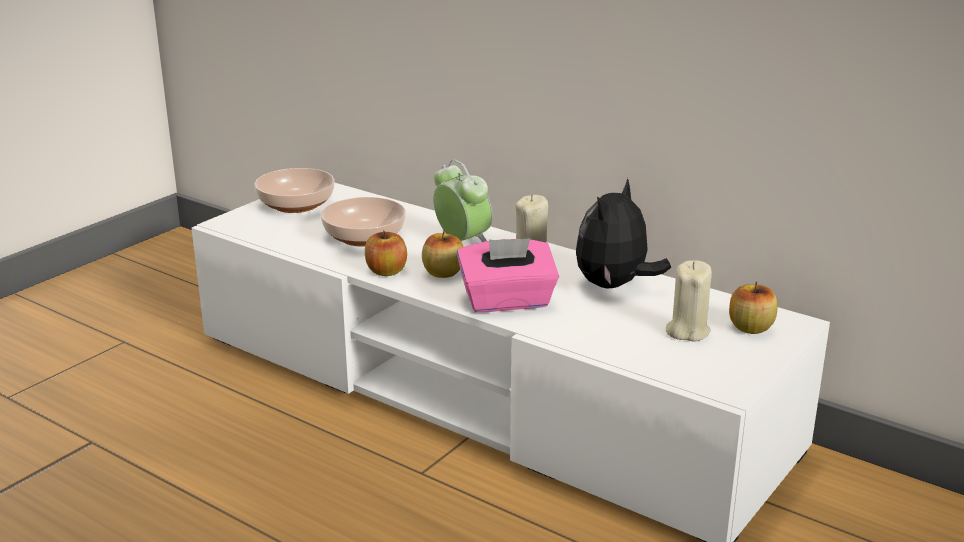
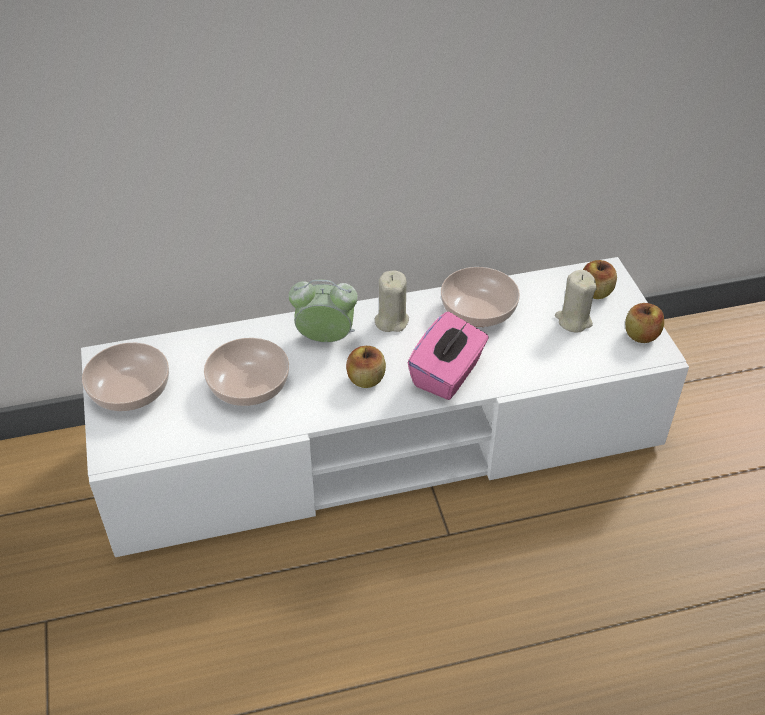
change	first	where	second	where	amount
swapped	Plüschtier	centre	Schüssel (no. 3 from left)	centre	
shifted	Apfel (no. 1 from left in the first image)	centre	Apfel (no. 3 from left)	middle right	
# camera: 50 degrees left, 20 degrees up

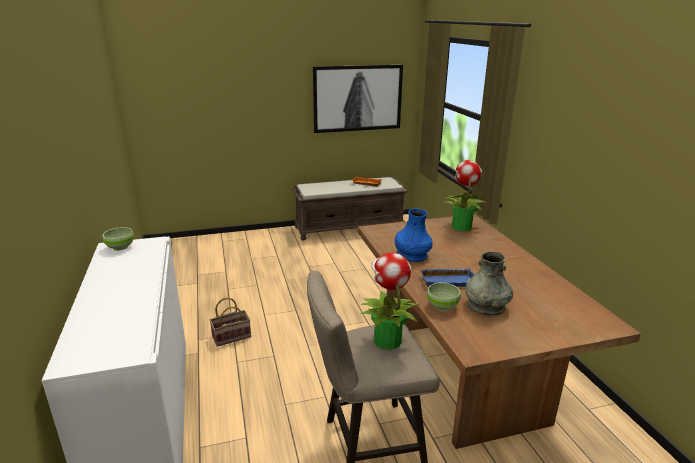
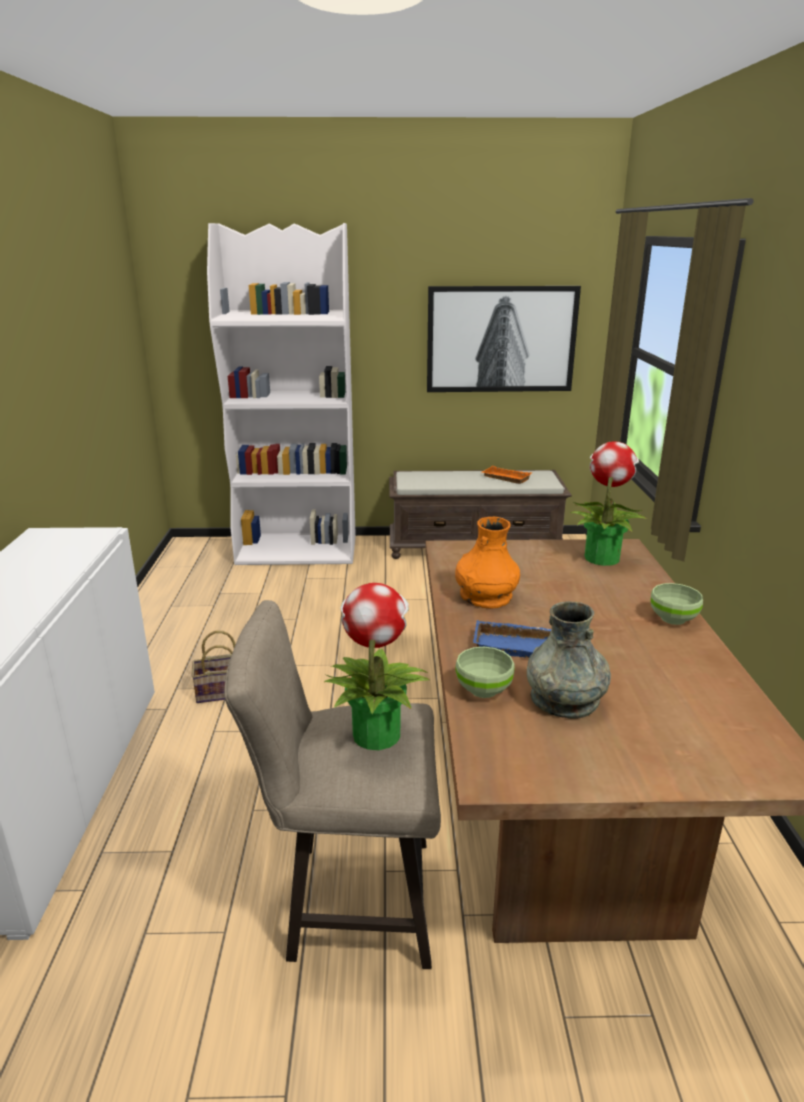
change	first	where	second	where	amount
repainted	Vase (blau)	centre	Vase (orange)	centre	
shifted	Schüssel (grün) (no. 1 from left in the first image)	middle left	Schüssel (grün) (no. 2 from left)	middle right	
new			Bücherregal (weiß)	centre	
# camera: 15 degrees right, 0 degrees up

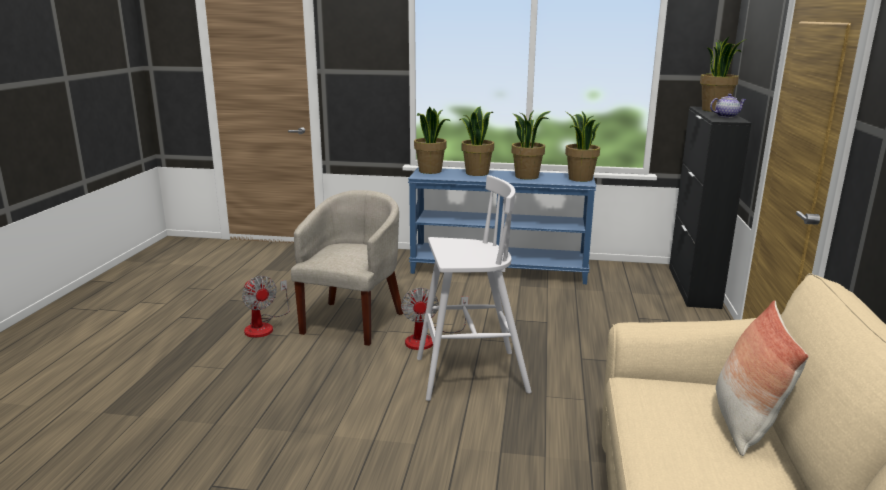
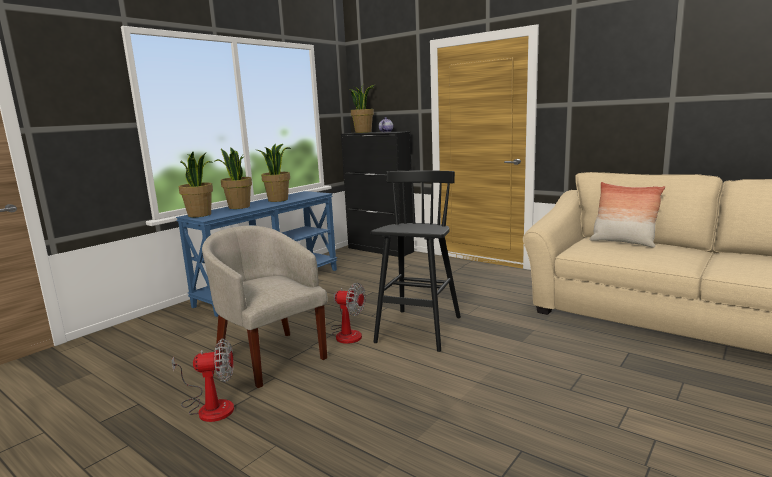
change	first	where	second	where	amount
gone	Topfpflanze (no. 4 from left)	top centre			
repainted	Hocker (weiß)	centre	Hocker (schwarz)	centre	
# camera: 60 degrees left, 5 degrees down

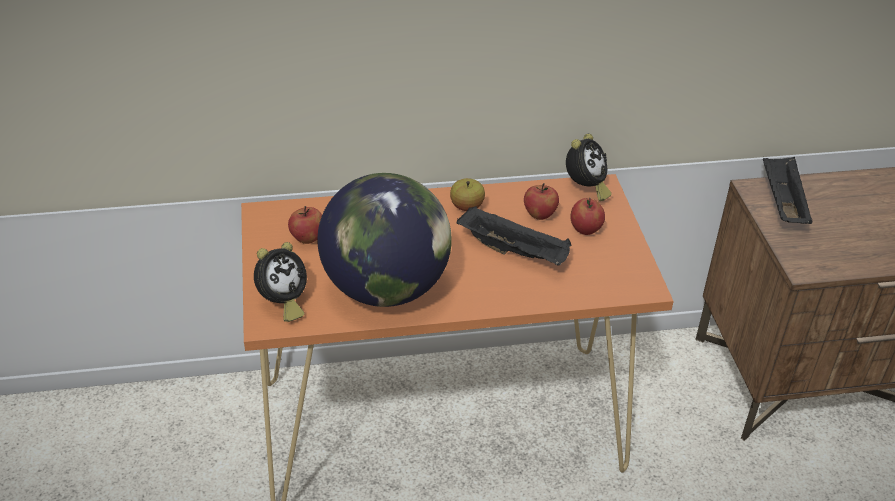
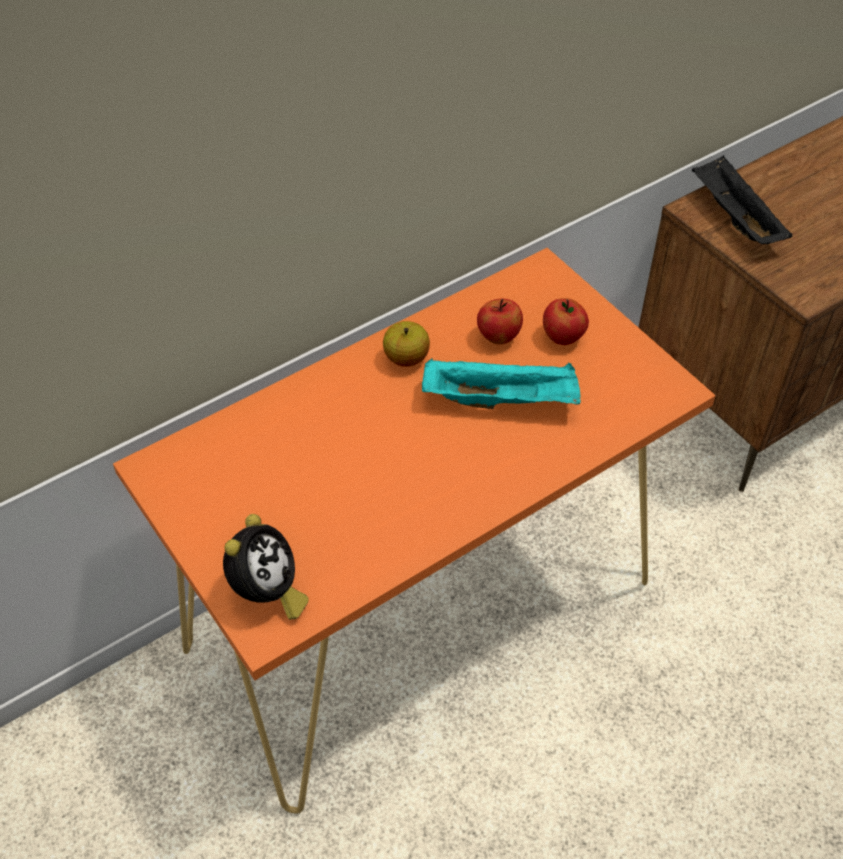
change	first	where	second	where	amount
gone	Wecker (no. 2 from left)	centre			
gone	Globus	centre			
gone	Apfel (no. 1 from left)	centre			
repainted	Tablett (schwarz) (no. 1 from left)	centre	Tablett (türkis)	centre	
# camera: 25 degrees left, 10 degrees up

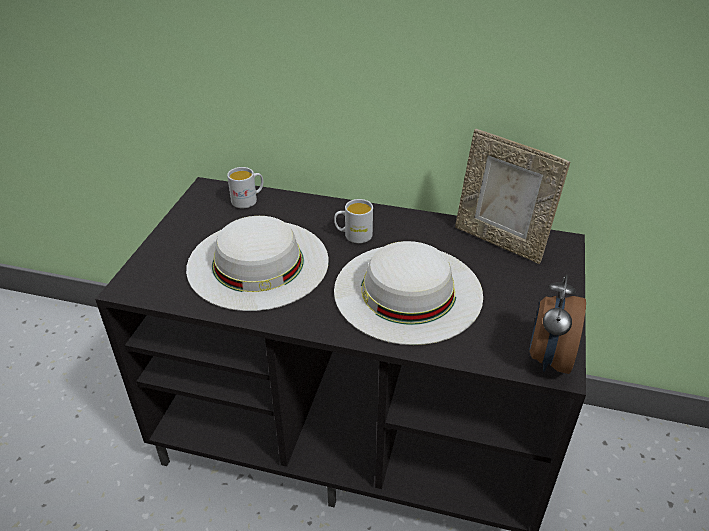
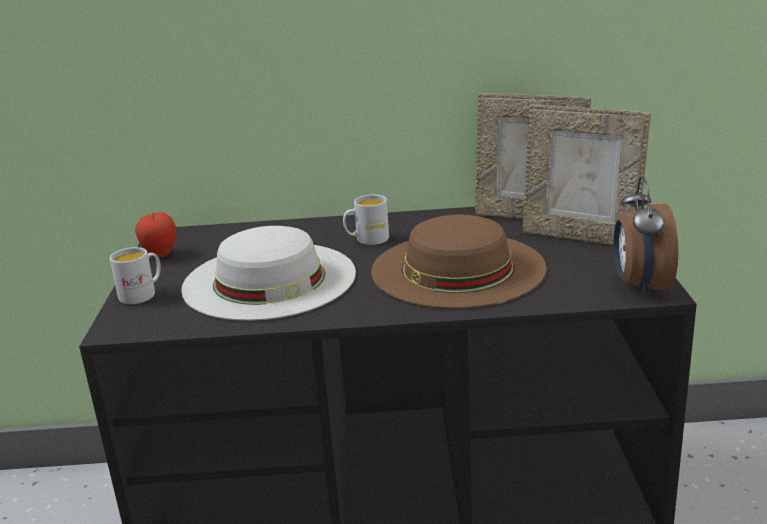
change	first	where	second	where	amount
shifted	Henkelbecher (weiß) (no. 1 from left)	centre		middle left	
repainted	Hut (weiß) (no. 2 from left)	centre	Hut (braun)	centre	
new			Bilderrahmen (no. 2 from left)	top right	
new			Apfel	middle left	
# camera: 15 degrees left, 15 degrees down

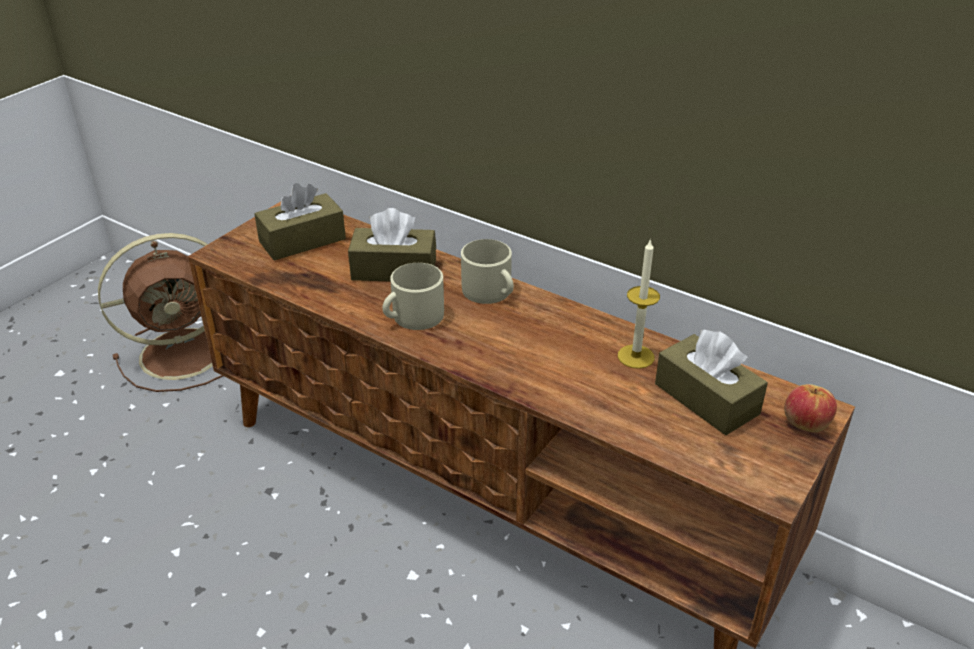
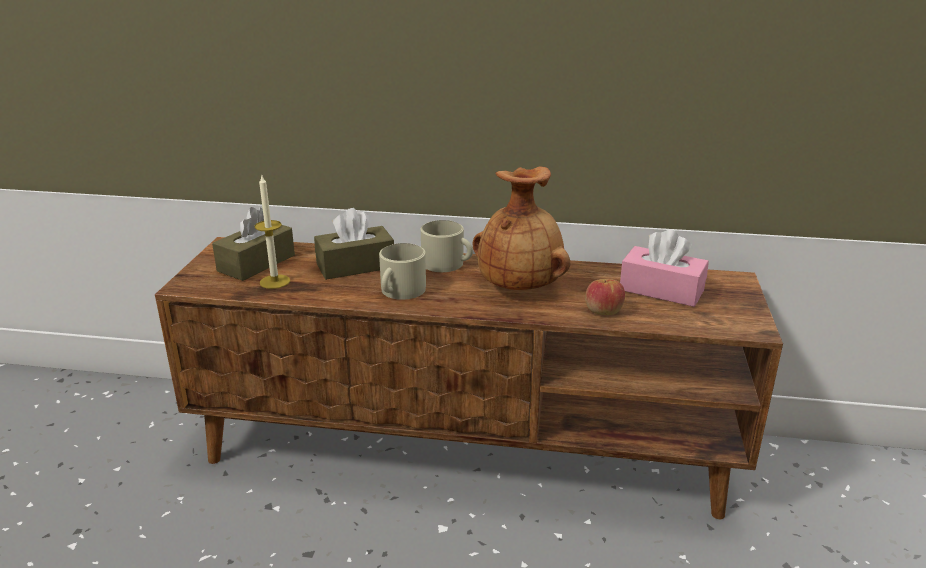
change	first	where	second	where	amount
gone	Ventilator (braun)	middle left			
shifted	Kerze	centre		middle left	
repainted	Taschentuchbox (braun) (no. 3 from left)	middle right	Taschentuchbox (rosa)	middle right	
shifted	Apfel	middle right		centre	
new			Vase (braun)	centre	
# camera: 25 degrees left, 10 degrees down

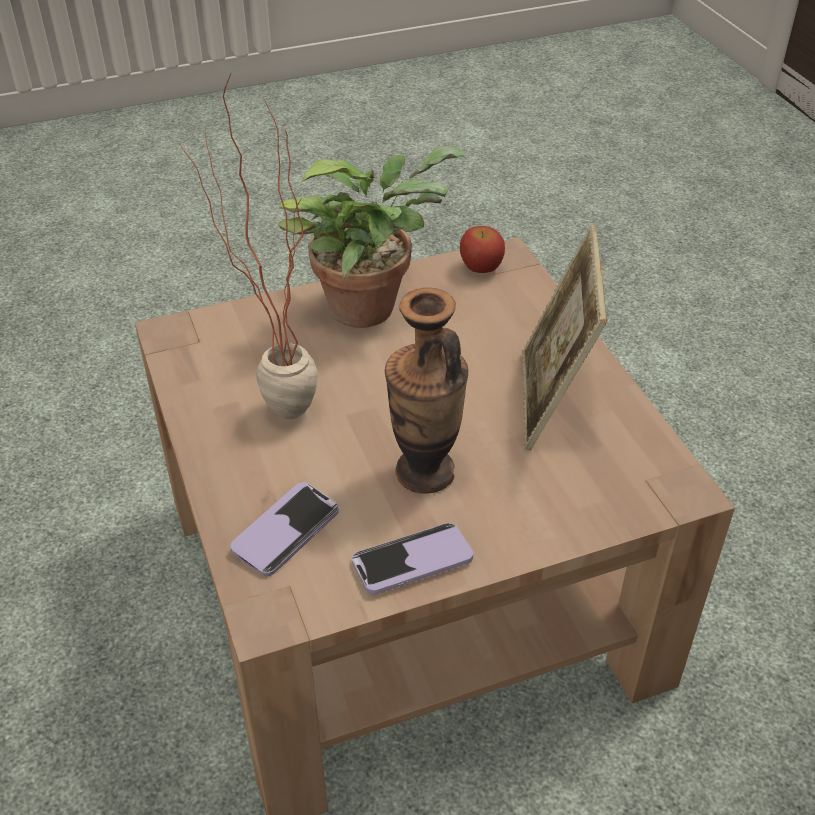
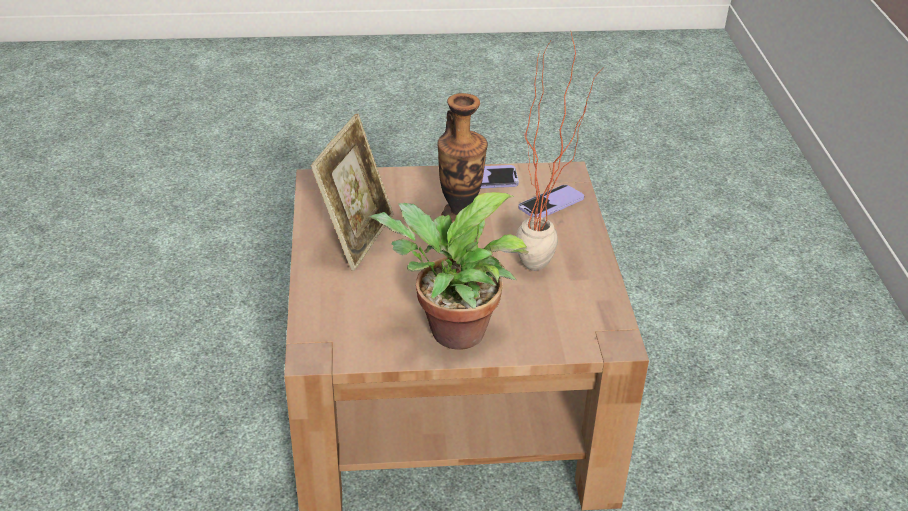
change	first	where	second	where	amount
gone	Apfel	top centre			
# camera: 165 degrees left, 5 degrees down

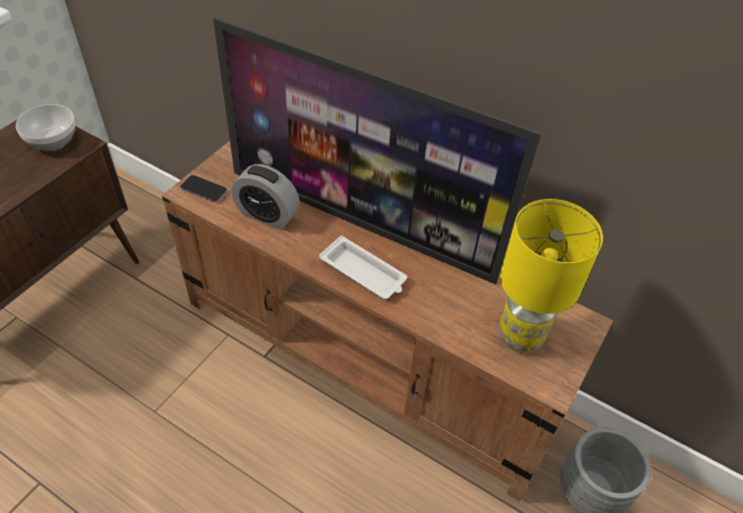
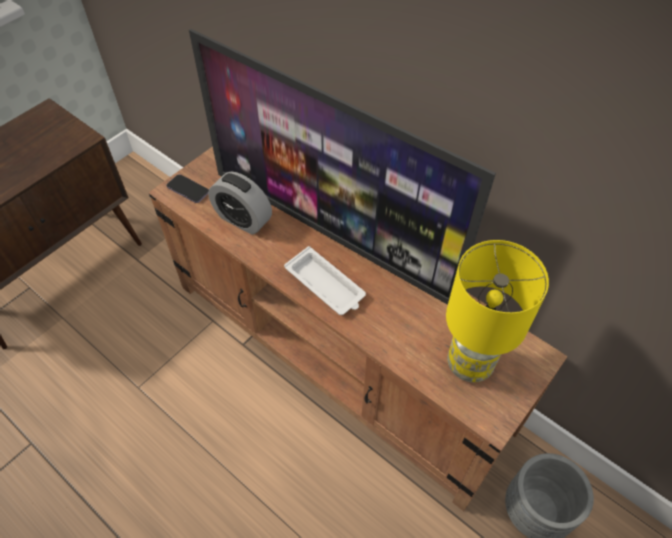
change	first	where	second	where	amount
gone	Schüssel	top left			
# camera: 10 degrees right, 5 degrees up

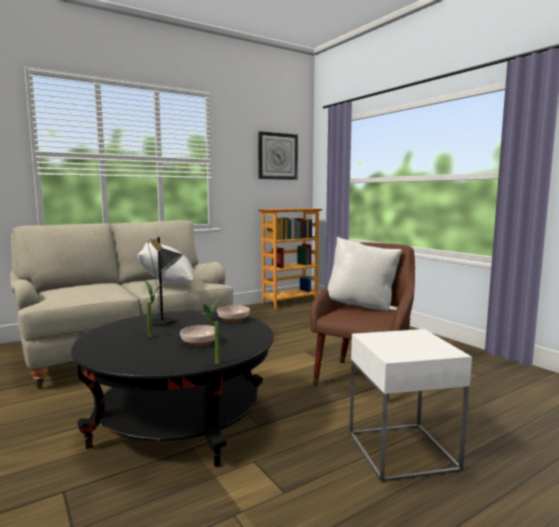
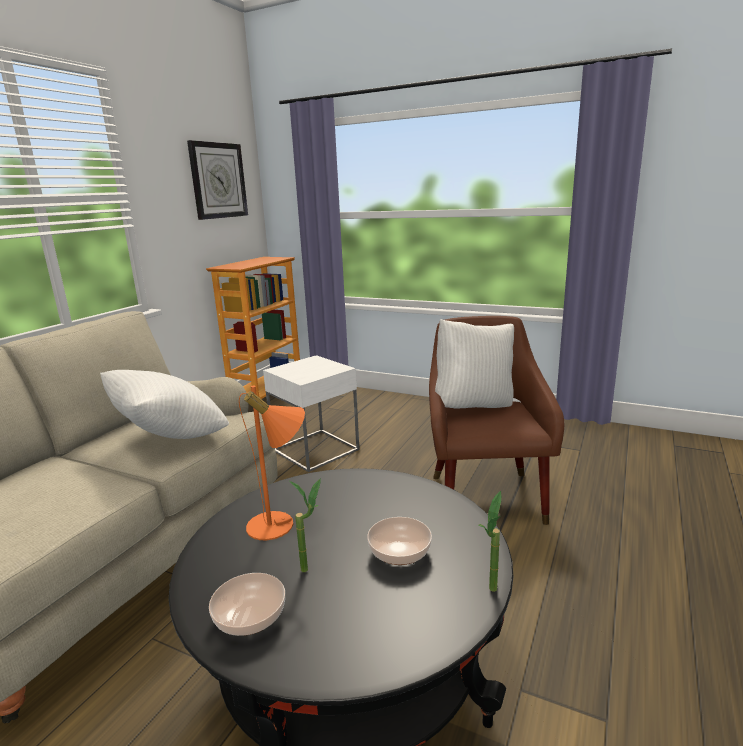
change	first	where	second	where	amount
repainted	Tischlampe (schwarz)	middle left	Tischlampe (orange)	centre	
shifted	Schüssel (no. 2 from left in the first image)	centre	Schüssel (no. 1 from left)	bottom left	
shifted	Beistelltisch (weiß)	bottom right		centre	
# camera: 30 degrees left, 10 degrees up

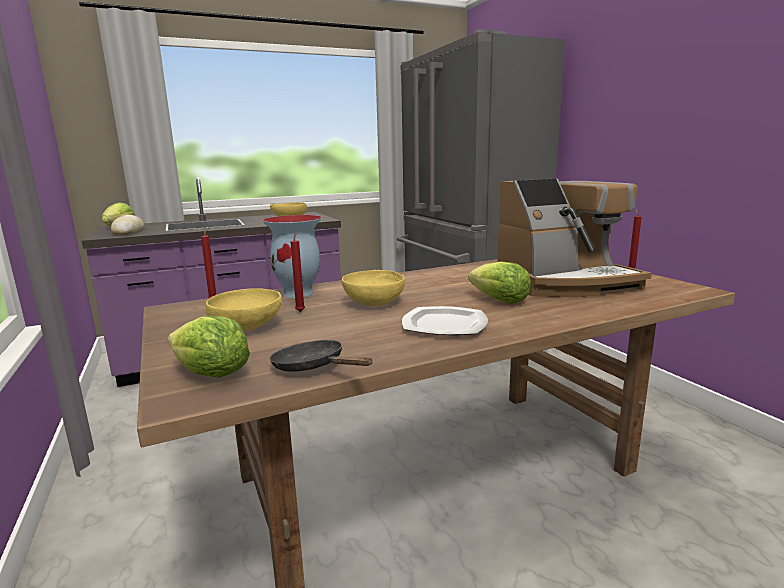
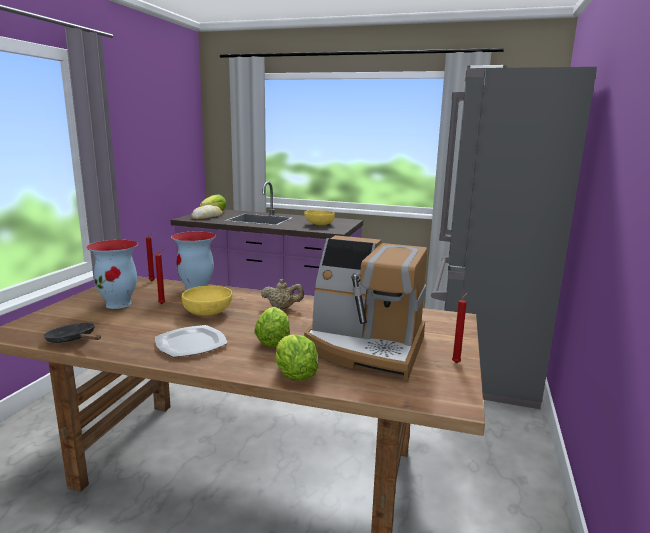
change	first	where	second	where	amount
swapped	Schüssel (gelb) (no. 1 from left)	middle left	Vase (no. 1 from left)	middle left	
shifted	Salatkopf (no. 2 from left in the first image)	middle left	Salatkopf (no. 3 from left)	bottom centre	
rotated	Pfanne (schwarz)	centre		middle left	45 degrees counterclockwise
new			Teekanne (beige)	centre	
# camera: 40 degrees right, 0 degrees up

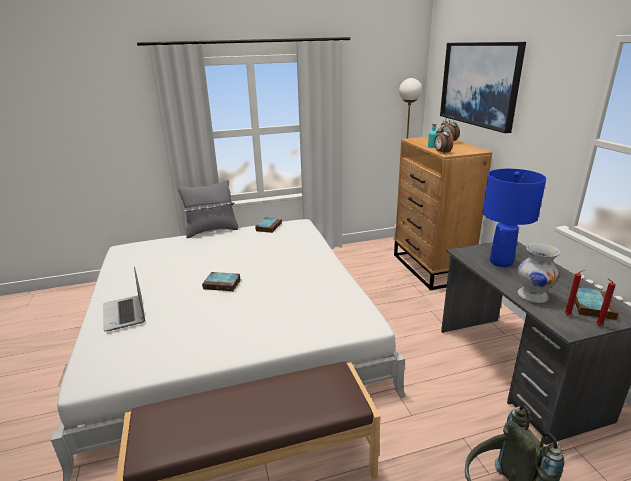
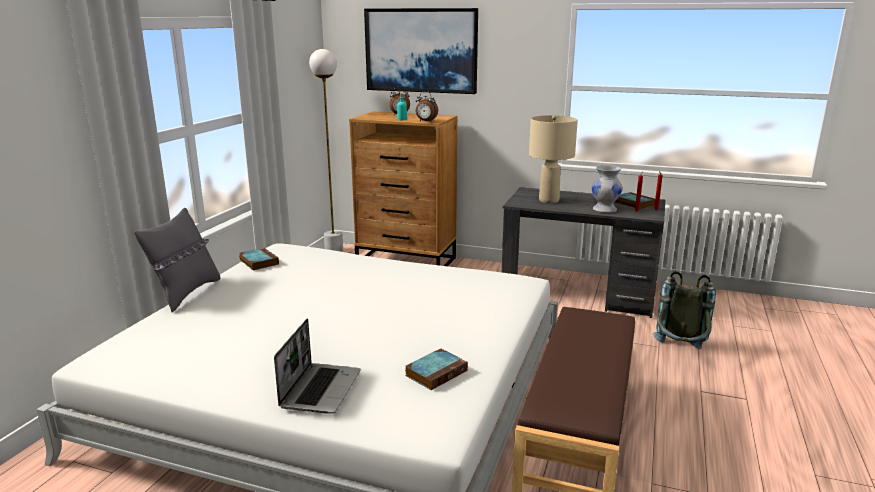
change	first	where	second	where	amount
repainted	Tischlampe (blau)	middle right	Tischlampe (beige)	top centre	
rotated	Laptop	middle left		bottom centre	90 degrees counterclockwise
shifted	Buch (no. 1 from left in the first image)	centre	Buch (no. 2 from left)	bottom centre	
# camera: 55 degrees left, 5 degrees down

